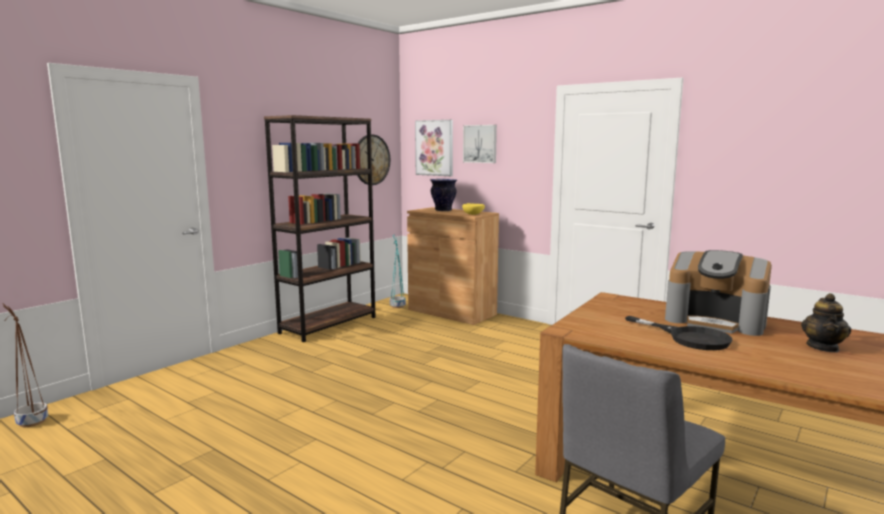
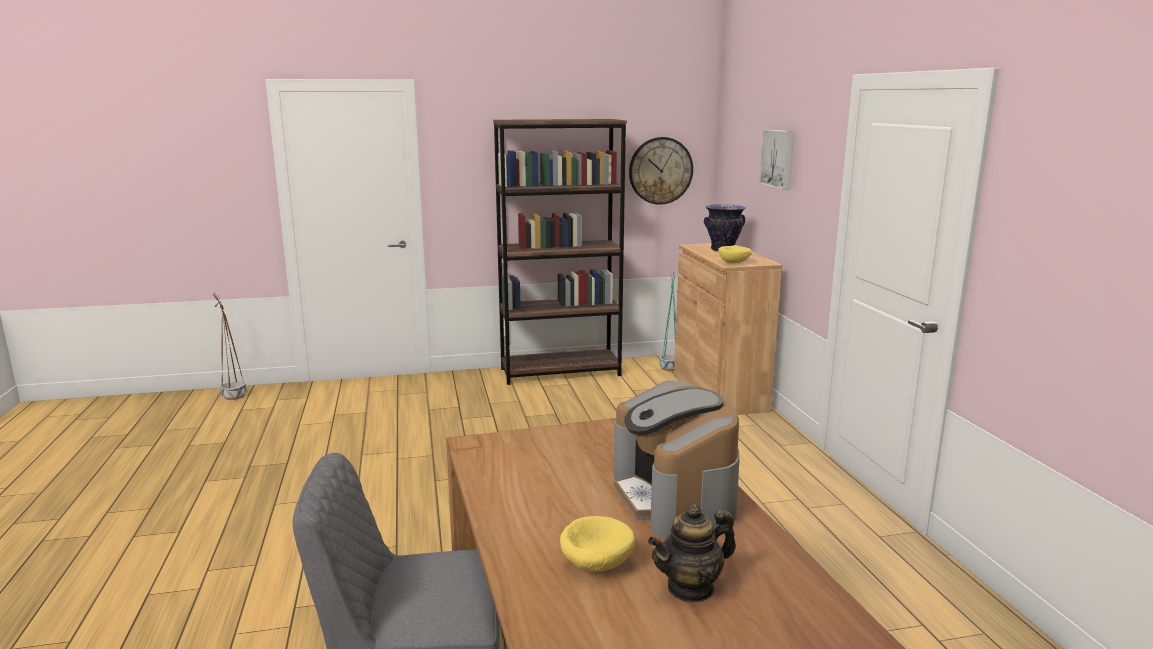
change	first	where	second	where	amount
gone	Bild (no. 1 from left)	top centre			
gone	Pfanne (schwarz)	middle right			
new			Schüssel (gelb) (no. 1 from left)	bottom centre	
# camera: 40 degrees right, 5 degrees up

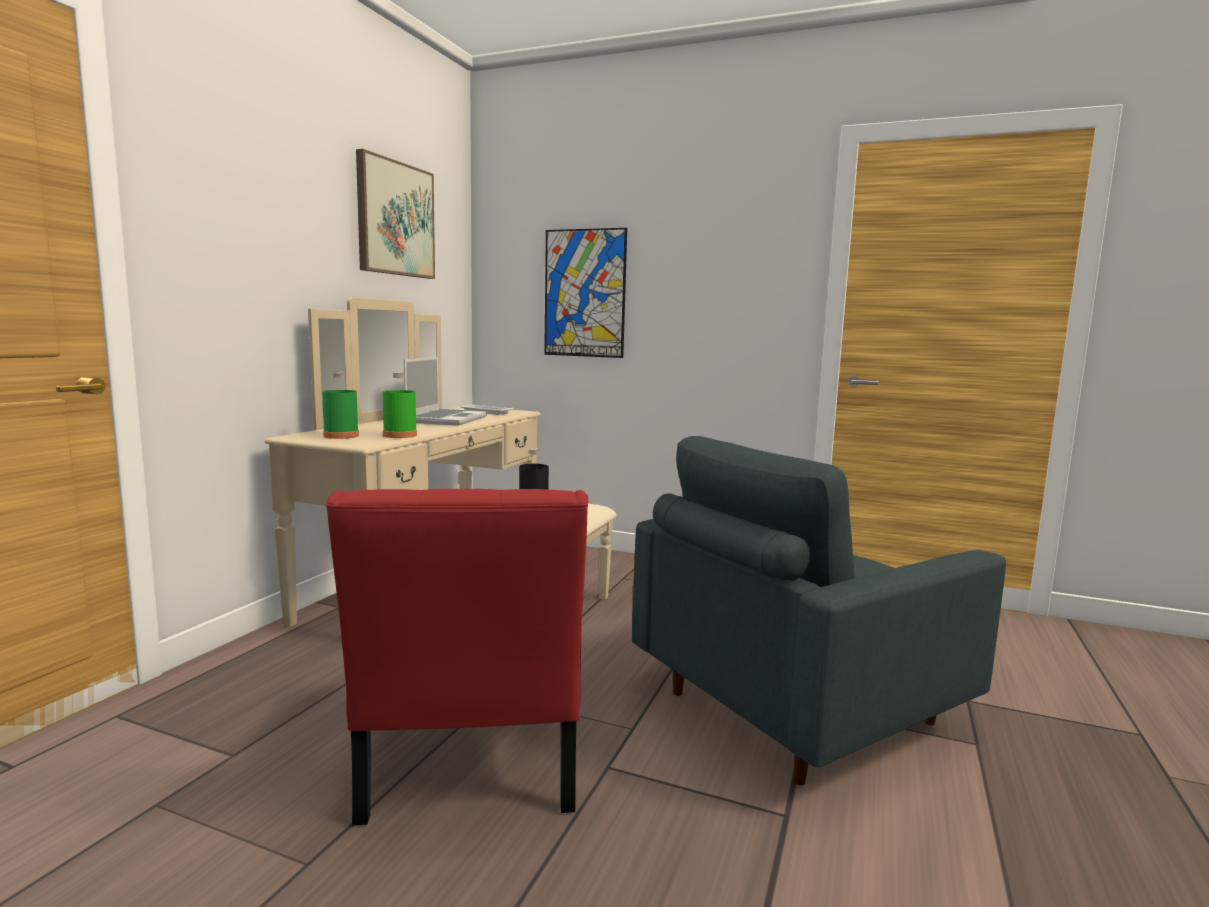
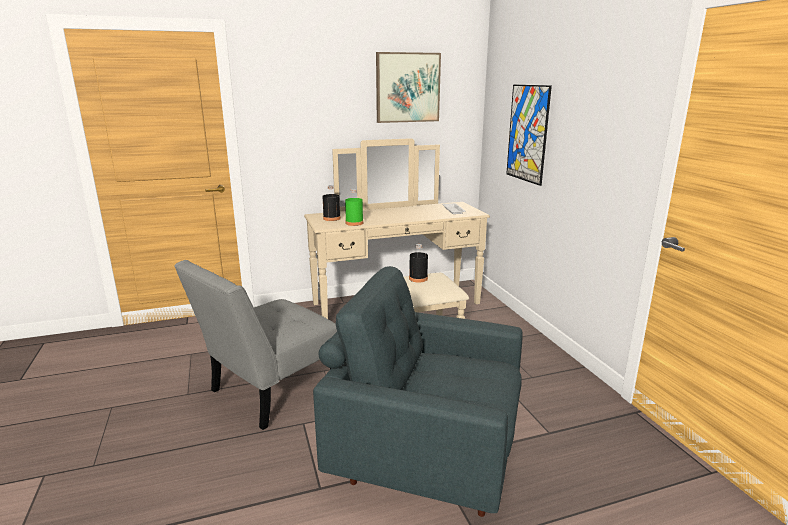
change	first	where	second	where	amount
gone	Laptop	centre			
repainted	Flasche (grün) (no. 1 from left)	middle left	Flasche (schwarz) (no. 1 from left)	centre	
repainted	Stuhl (rot)	bottom centre	Stuhl (grau)	middle left	
# camera: 50 degrees right, 10 degrees up

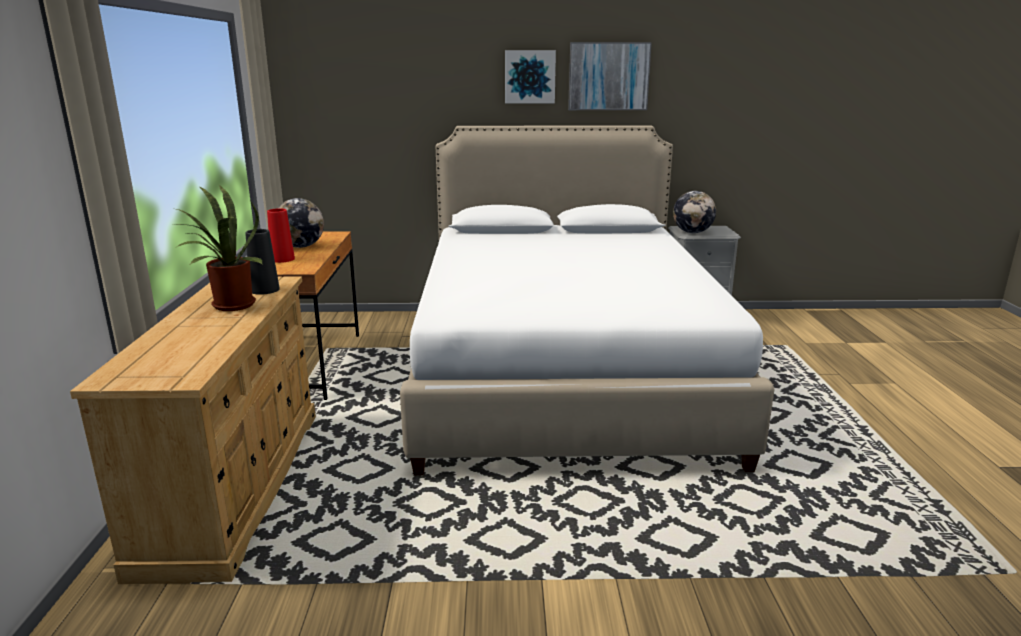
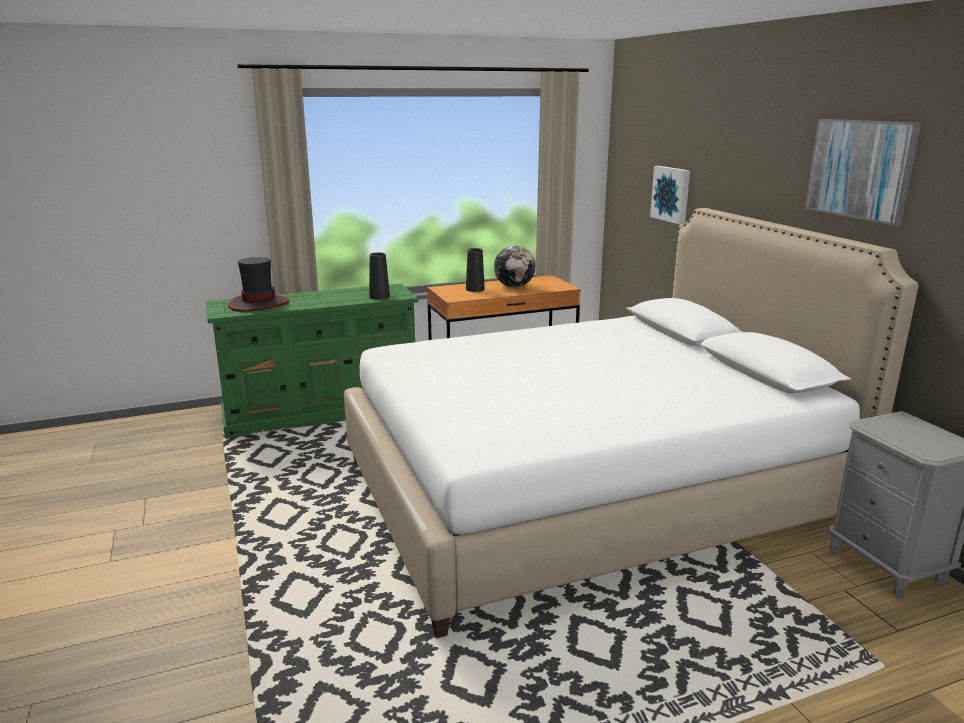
change	first	where	second	where	amount
shifted	Bild (no. 1 from left)	top centre		top right	
gone	Topfpflanze	middle left			
gone	Globus (no. 2 from left)	middle right			
repainted	Vase (rot)	middle left	Vase (schwarz) (no. 2 from left)	centre	
repainted	Kommode (beige)	bottom left	Kommode (grün)	middle left	
new			Hut	middle left	
# camera: 70 degrees right, 0 degrees up

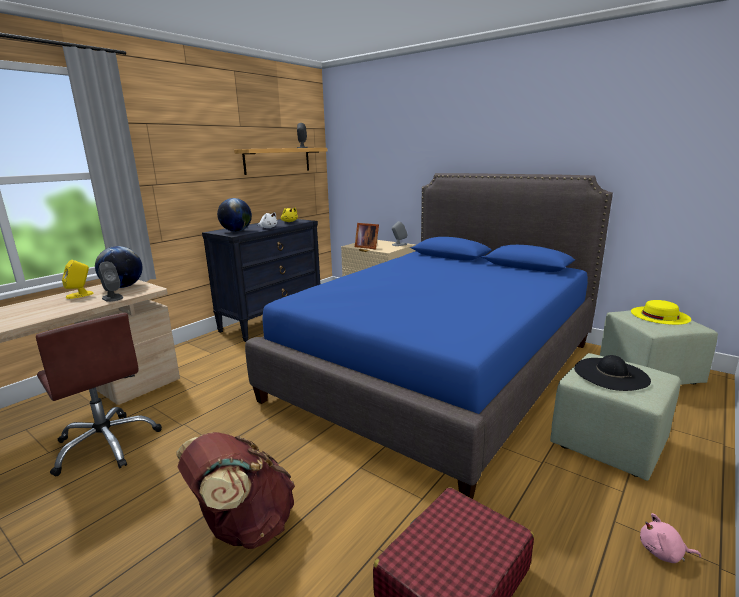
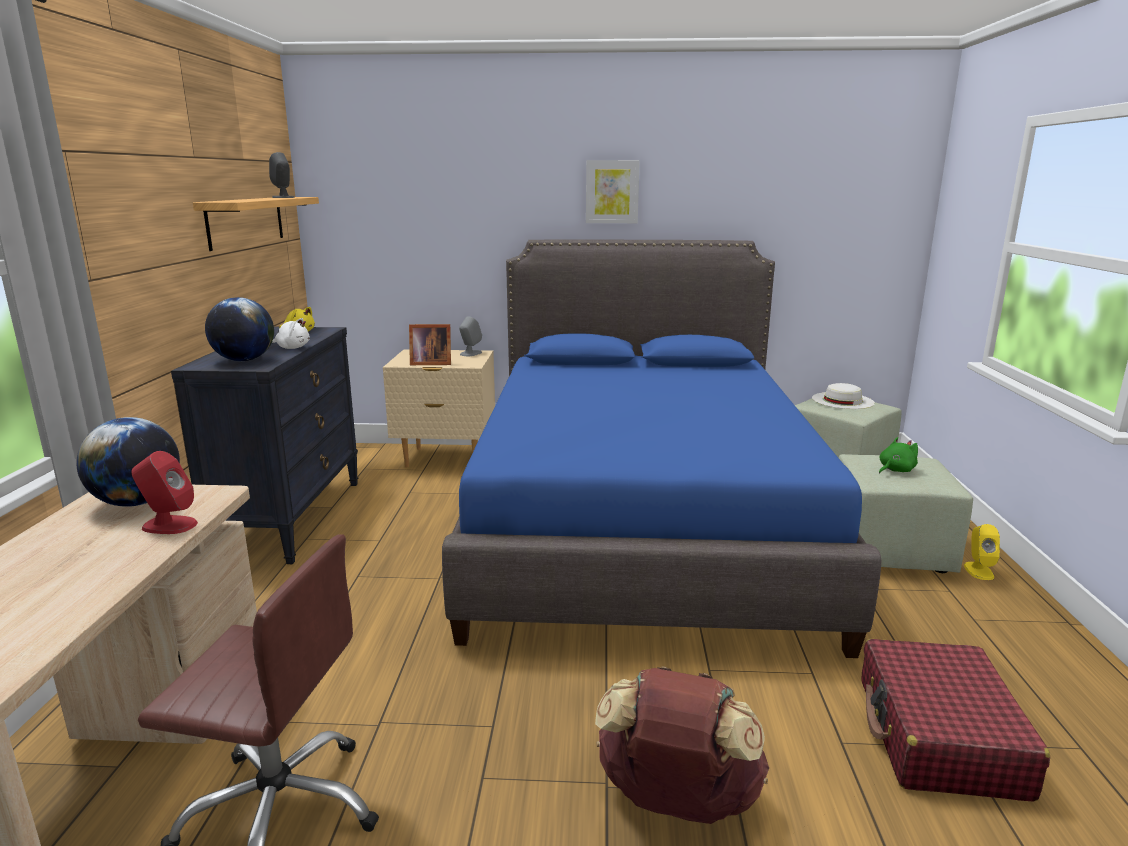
change	first	where	second	where	amount
shifted	Lautsprecher (gelb)	middle left		middle right	
repainted	Lautsprecher (grau) (no. 1 from left)	middle left	Lautsprecher (rot)	middle left	
repainted	Hut (gelb)	middle right	Hut (weiß)	middle right	
swapped	Hut (schwarz)	middle right	Plüschtier (grün)	middle right	
gone	Plüschtier (rosa)	bottom right			
new			Bild	top centre	
# camera: 35 degrees left, 0 degrees up

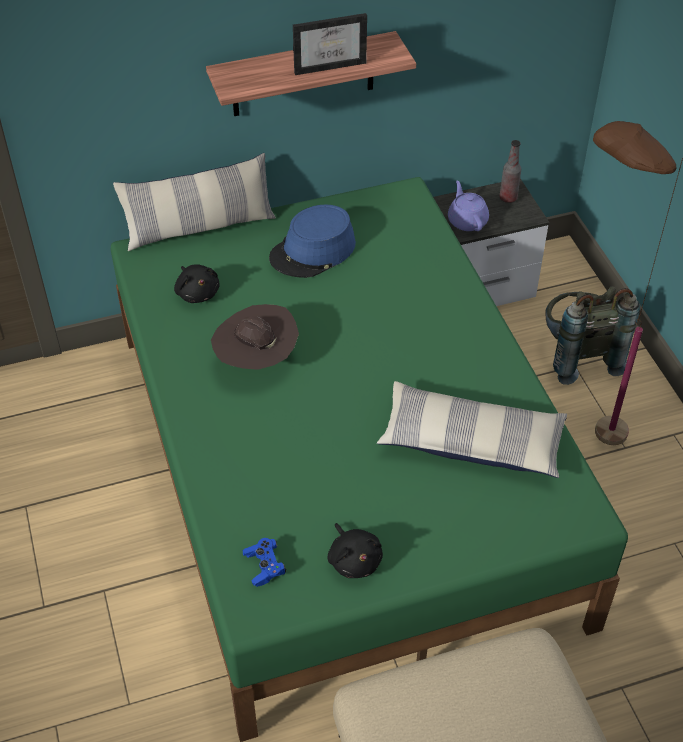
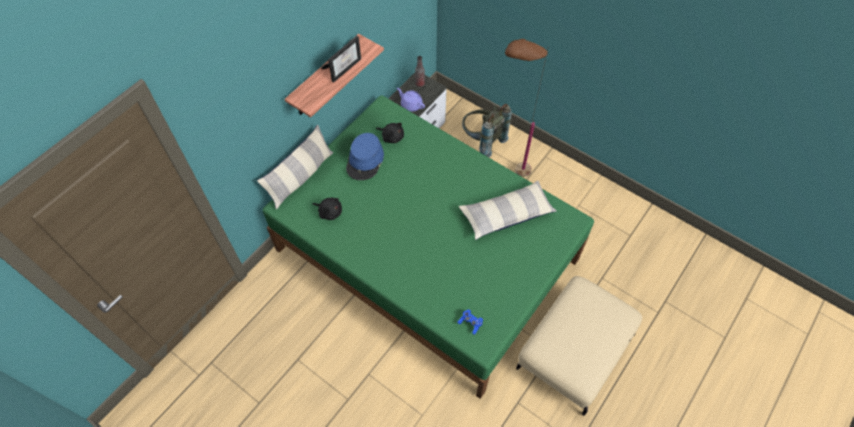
change	first	where	second	where	amount
gone	Hut (braun)	centre			
shifted	Plüschtier (schwarz) (no. 2 from left)	bottom centre		top centre	
# camera: 35 degrees left, 10 degrees up

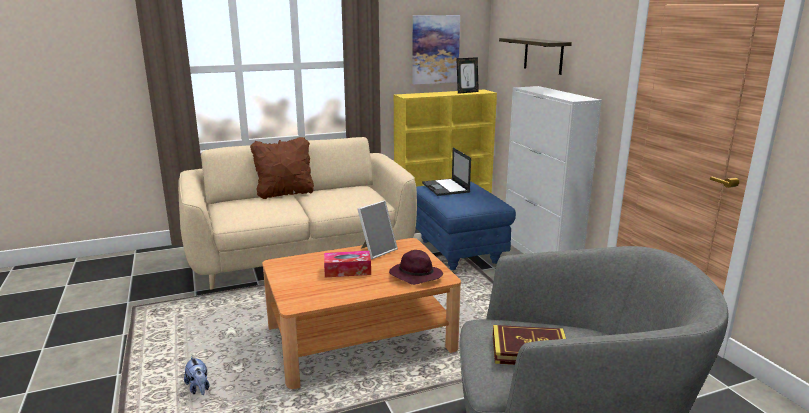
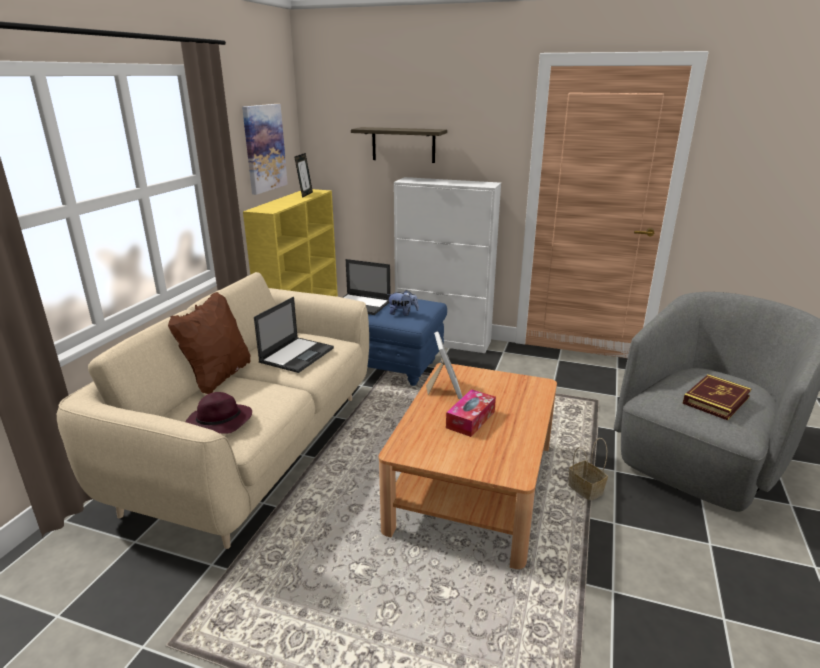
change	first	where	second	where	amount
shifted	Hut (lila)	centre		middle left	
shifted	Plüschtier	bottom left		centre	
new			Laptop (no. 1 from left)	centre	
new			Korb	bottom right	
# camera: 50 degrees left, 5 degrees up

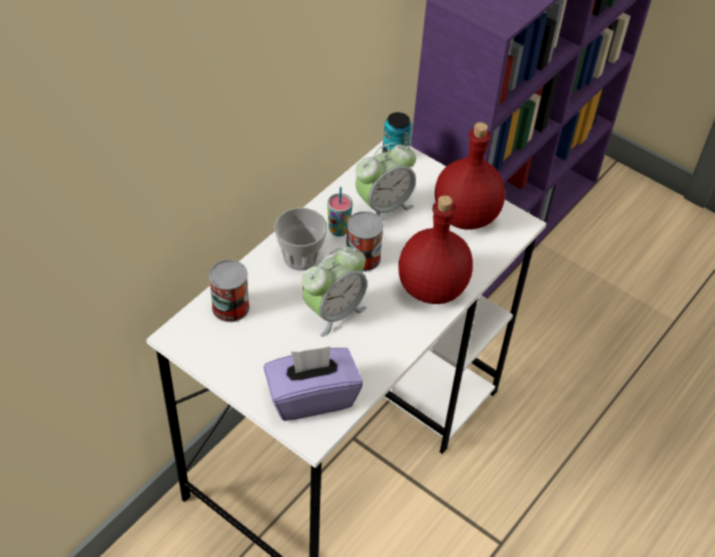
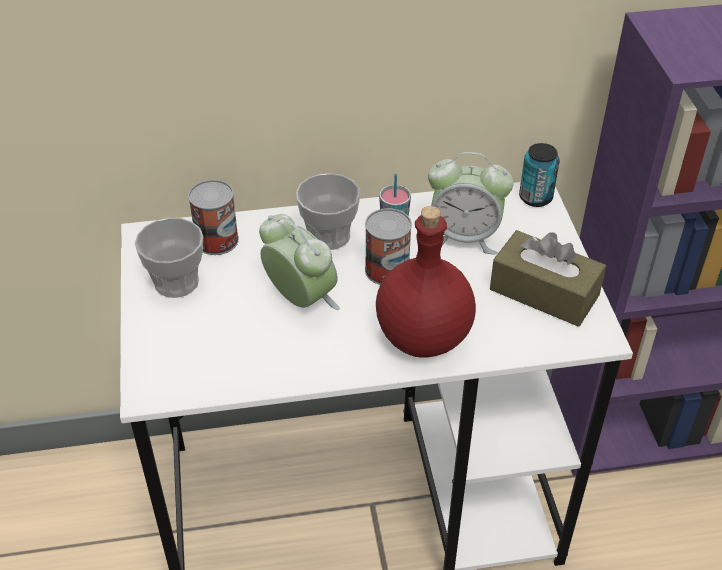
change	first	where	second	where	amount
swapped	Flasche (rot) (no. 2 from left)	top centre	Taschentuchbox (braun)	middle right	
rotated	Wecker (no. 1 from left)	centre		centre	135 degrees counterclockwise
gone	Taschentuchbox (lila)	bottom centre			
new			Tasse (no. 1 from left)	middle left	
# camera: 45 degrees right, 5 degrees down

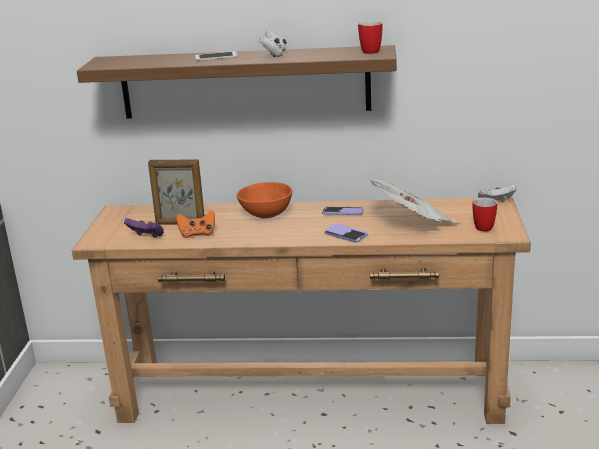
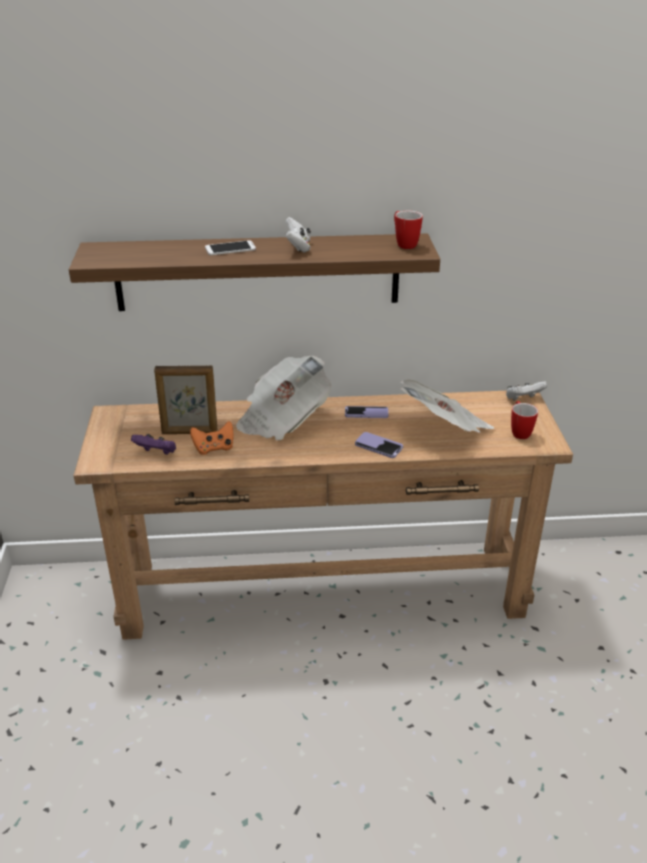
change	first	where	second	where	amount
swapped	Schüssel (orange)	centre	Zeitung (no. 1 from left)	centre	
# camera: 10 degrees left, 10 degrees up

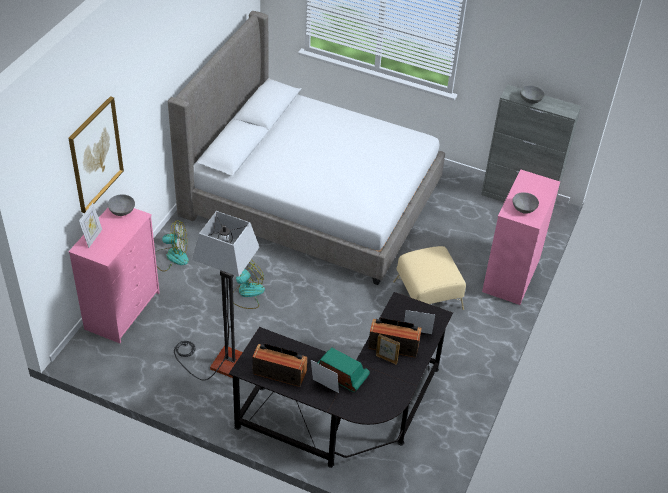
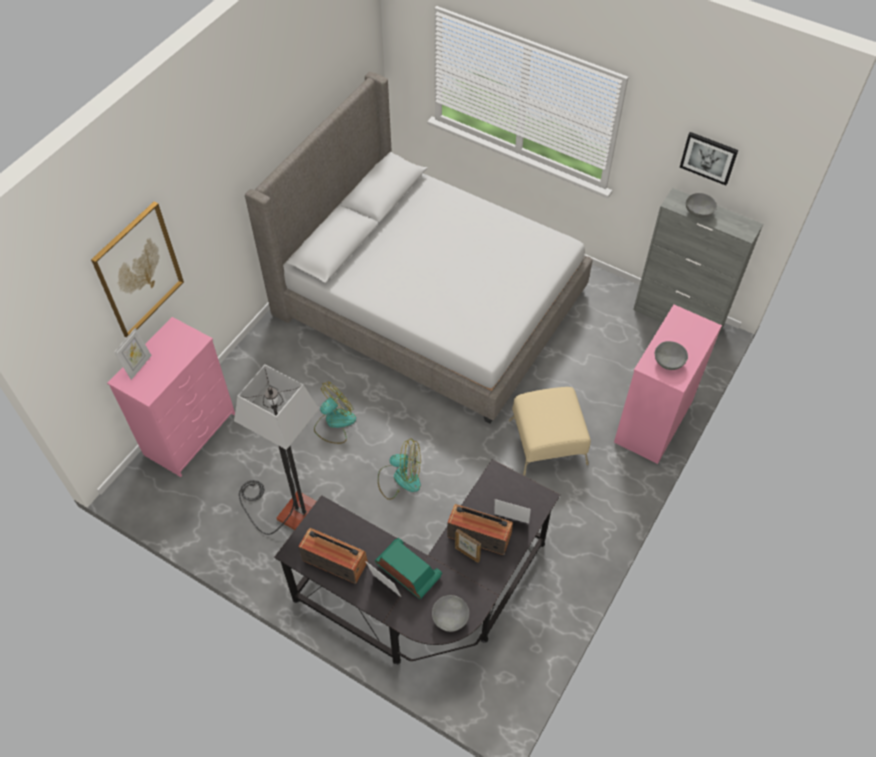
change	first	where	second	where	amount
shifted	Schüssel (grau) (no. 1 from left)	middle left		bottom centre	
shifted	Ventilator (no. 1 from left in the first image)	middle left	Ventilator (no. 2 from left)	centre	
new			Bild (no. 2 from left)	top right	
# camera: 10 degrees right, 10 degrees up

